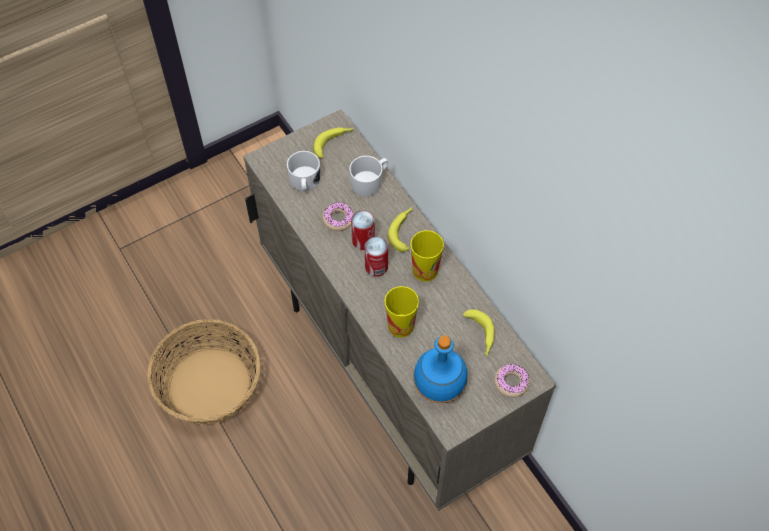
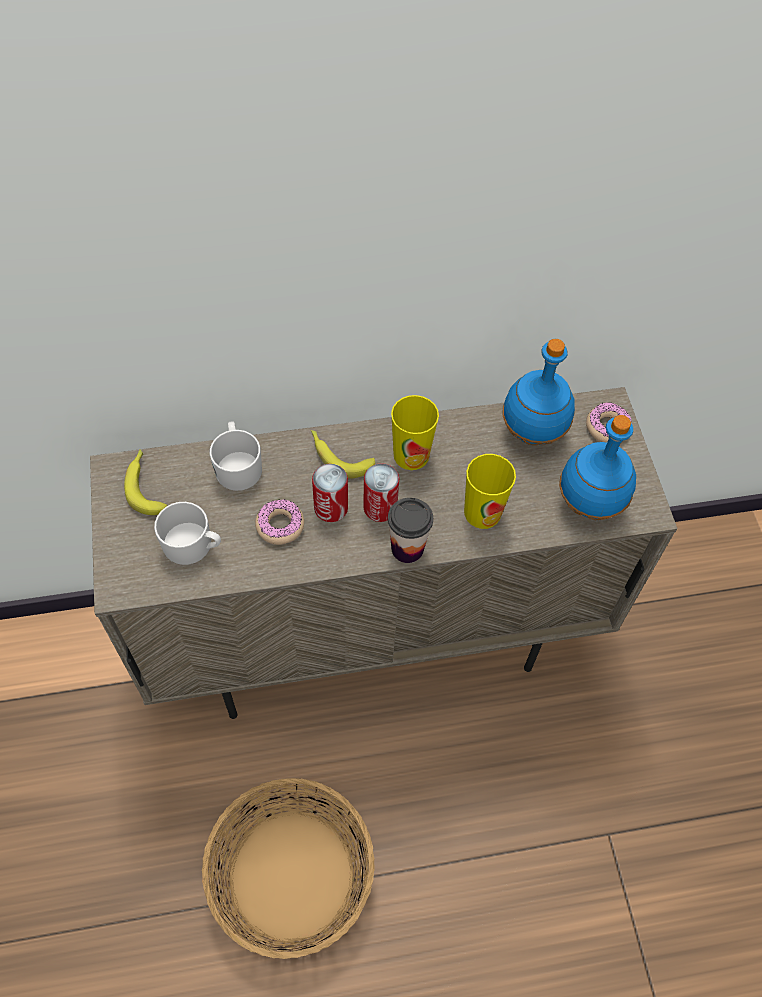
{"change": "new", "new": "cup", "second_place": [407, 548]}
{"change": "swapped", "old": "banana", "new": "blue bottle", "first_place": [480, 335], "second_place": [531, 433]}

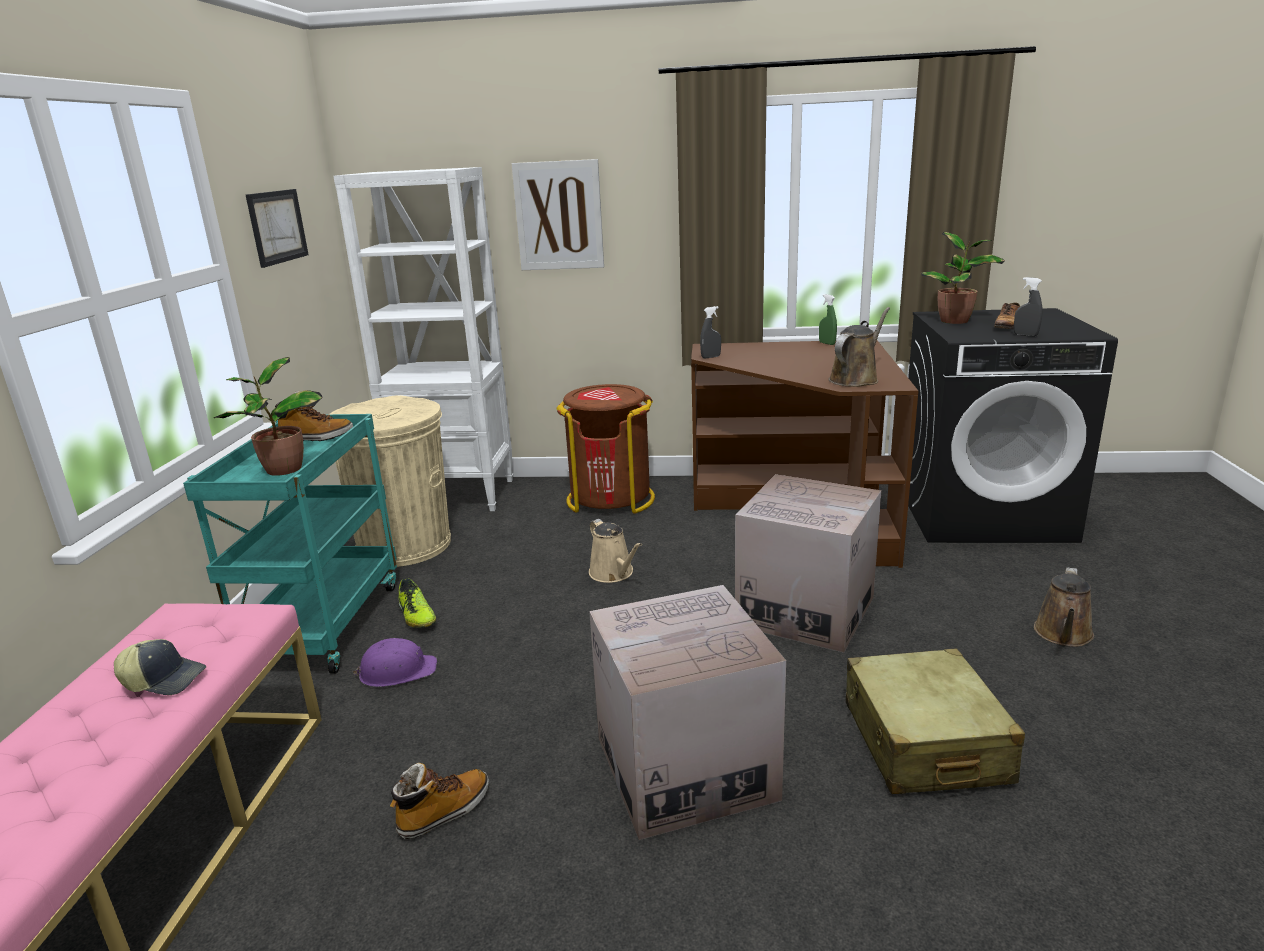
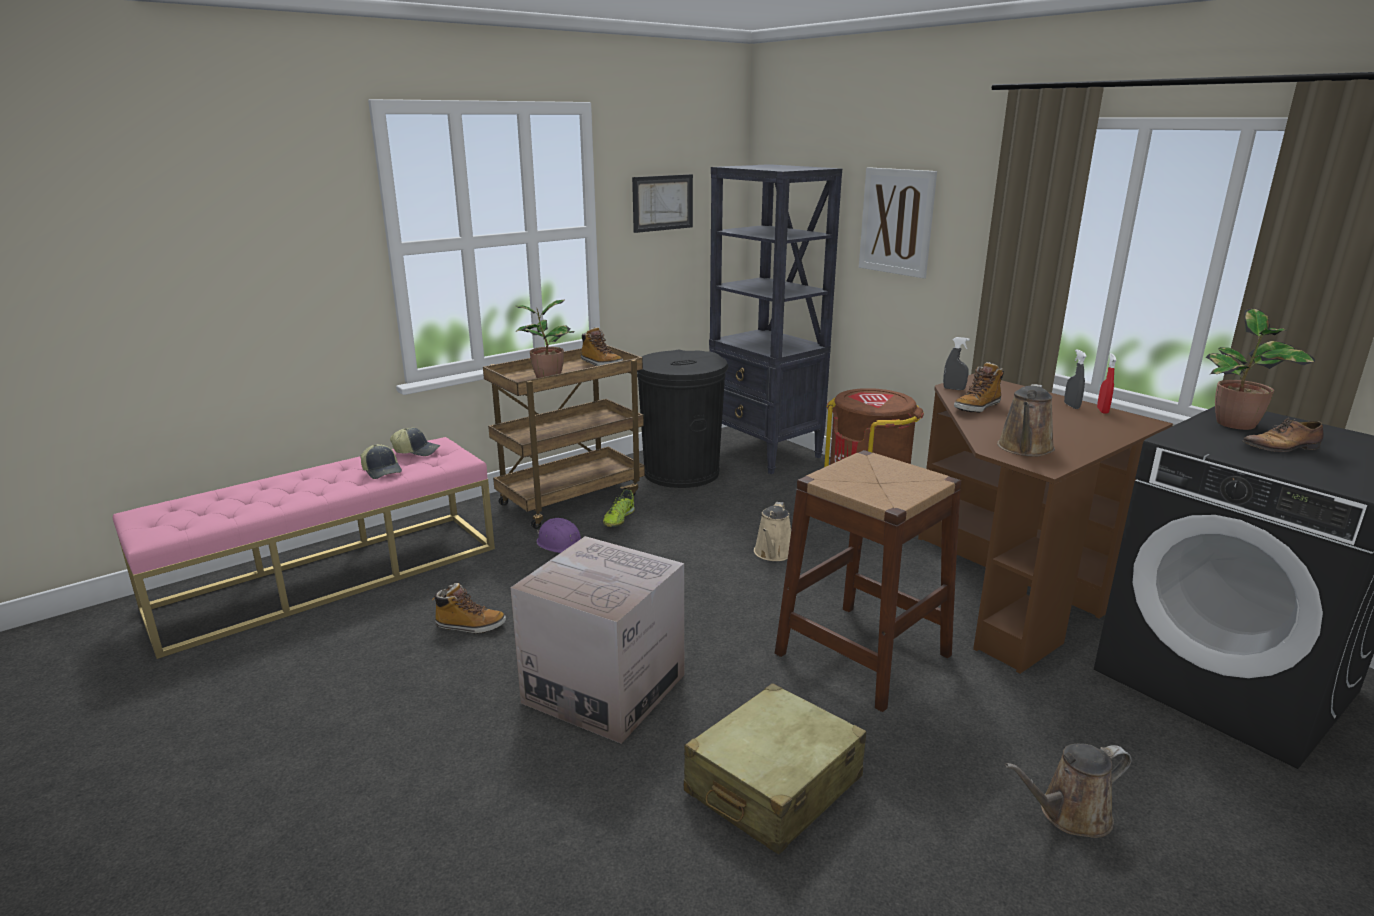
{"change": "new", "new": "cap", "second_place": [417, 451]}
{"change": "repainted", "old": "turquoise cart", "new": "brown cart", "first_place": [324, 623], "second_place": [571, 499]}
{"change": "repainted", "old": "beige trash can", "new": "black trash can", "first_place": [404, 545], "second_place": [681, 472]}
{"change": "repainted", "old": "white bookcase", "new": "black bookcase", "first_place": [456, 495], "second_place": [765, 453]}
{"change": "swapped", "old": "cardboard box", "new": "brown stool", "first_place": [805, 611], "second_place": [862, 654]}
{"change": "new", "new": "boot", "second_place": [977, 407]}
{"change": "rotated", "old": "brown watering can", "first_place": [856, 379], "second_place": [1024, 449], "degrees": 120}
{"change": "shifted", "old": "grey spray bottle", "first_place": [1025, 335], "second_place": [1071, 406]}
{"change": "repainted", "old": "green spray bottle", "new": "red spray bottle", "first_place": [827, 343], "second_place": [1102, 410]}

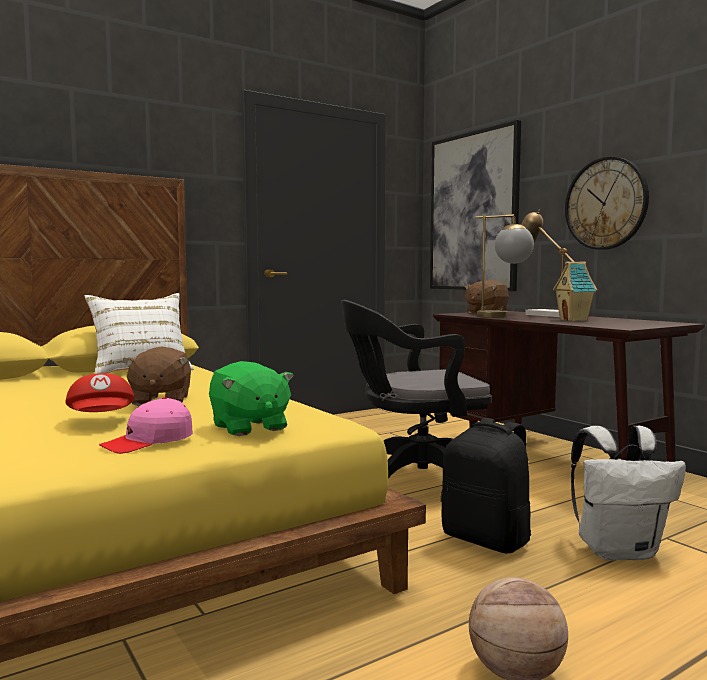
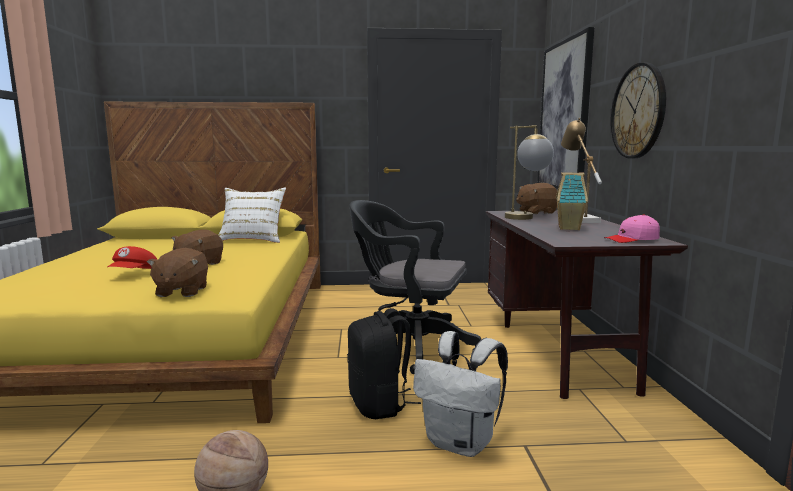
{"change": "repainted", "old": "green plush toy", "new": "brown plush toy", "first_place": [248, 427], "second_place": [181, 291]}
{"change": "shifted", "old": "pink cap", "first_place": [149, 442], "second_place": [632, 239]}

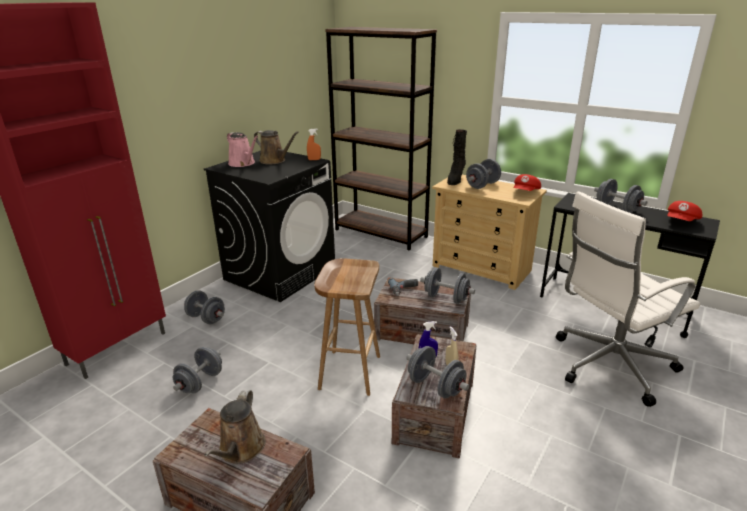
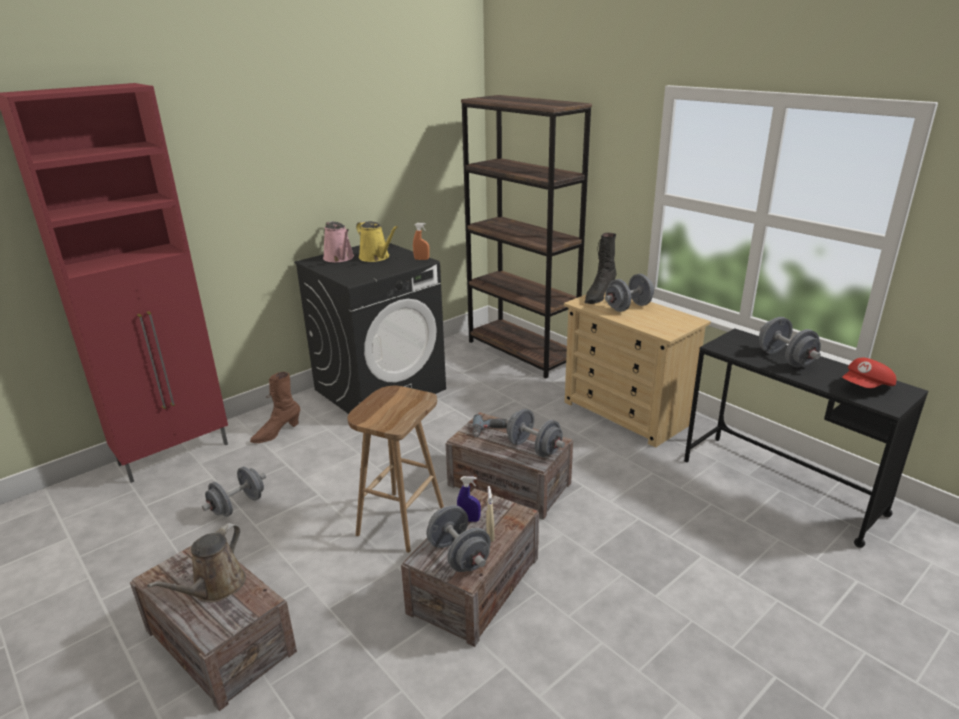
{"change": "swapped", "old": "grey dumbbell", "new": "brown boot", "first_place": [206, 318], "second_place": [276, 433]}
{"change": "repainted", "old": "brown watering can", "new": "yellow watering can", "first_place": [274, 161], "second_place": [376, 257]}
{"change": "gone", "old": "red cap", "first_place": [526, 192]}
{"change": "gone", "old": "white office chair", "first_place": [609, 365]}

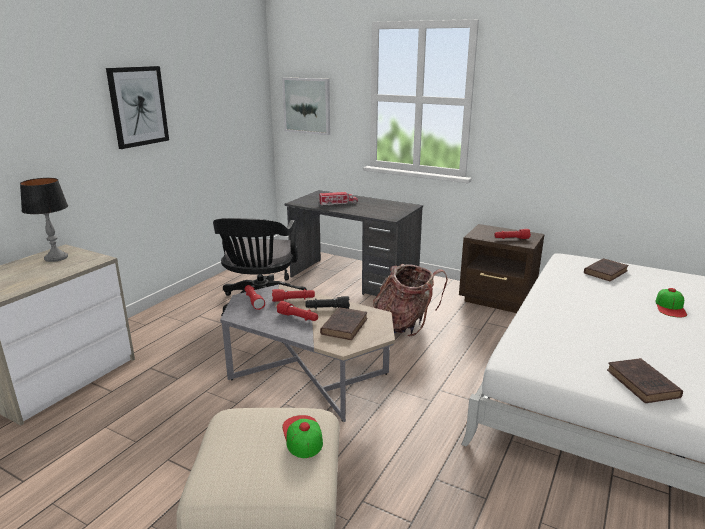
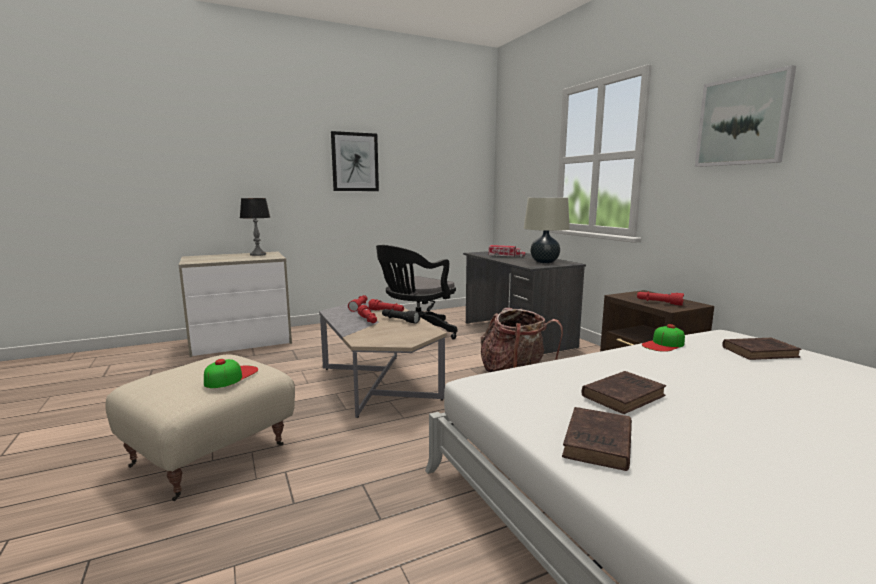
{"change": "new", "new": "beige table lamp", "second_place": [544, 262]}
{"change": "shifted", "old": "brown book", "first_place": [345, 325], "second_place": [624, 395]}
{"change": "shifted", "old": "cap", "first_place": [670, 307], "second_place": [664, 344]}
{"change": "shifted", "old": "picture", "first_place": [307, 105], "second_place": [742, 121]}

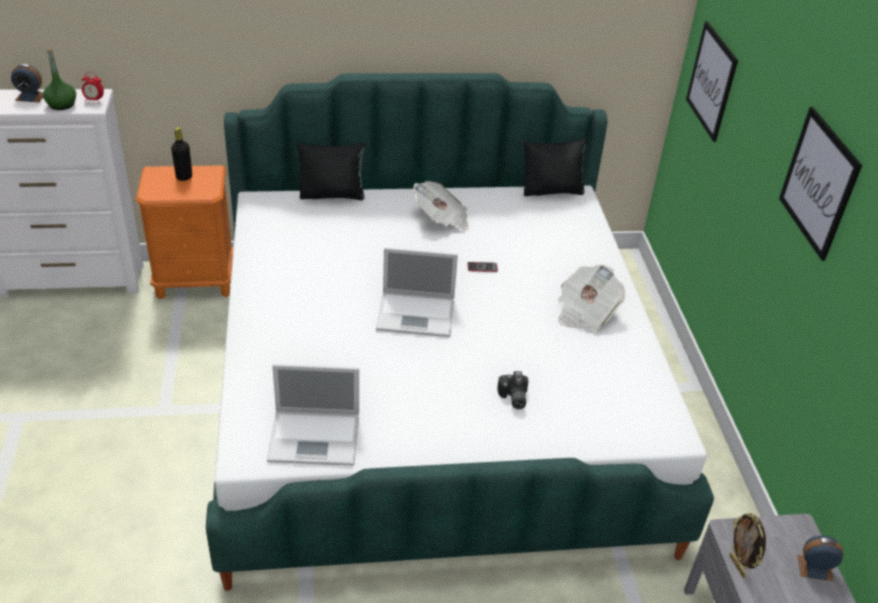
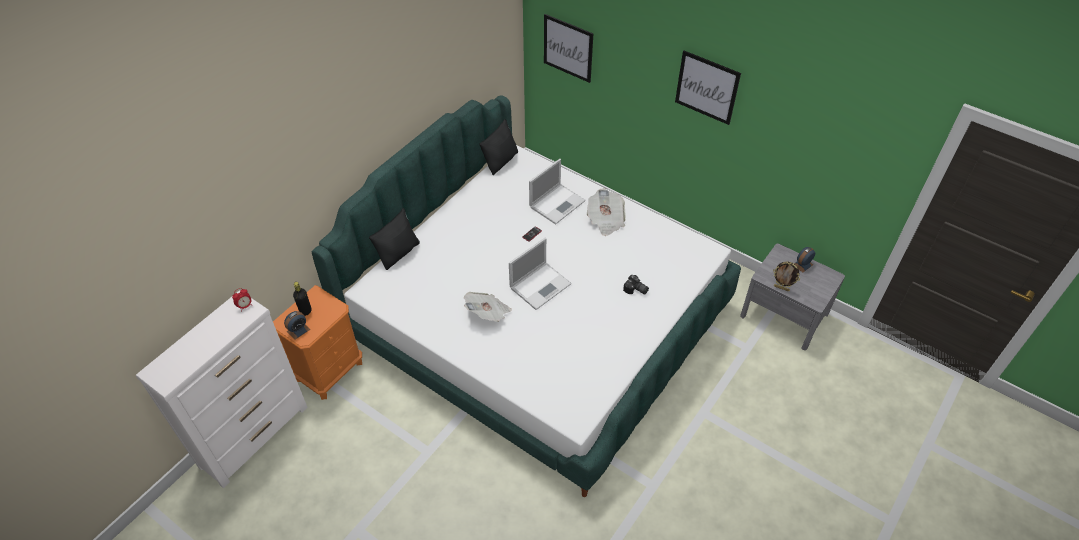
{"change": "shifted", "old": "alarm clock", "first_place": [30, 97], "second_place": [298, 330]}
{"change": "shifted", "old": "newspaper", "first_place": [442, 219], "second_place": [488, 313]}
{"change": "shifted", "old": "laptop", "first_place": [316, 437], "second_place": [557, 203]}
{"change": "gone", "old": "green bottle", "first_place": [61, 105]}

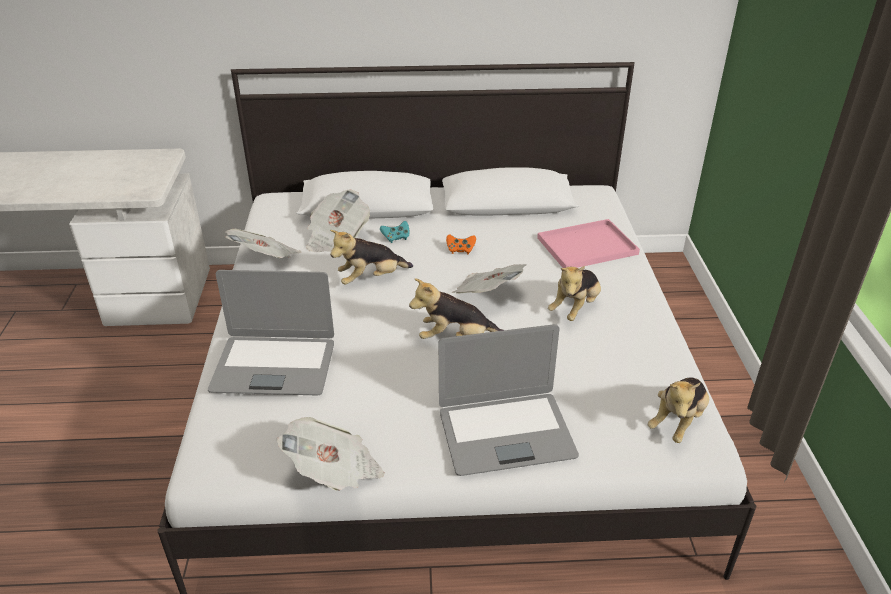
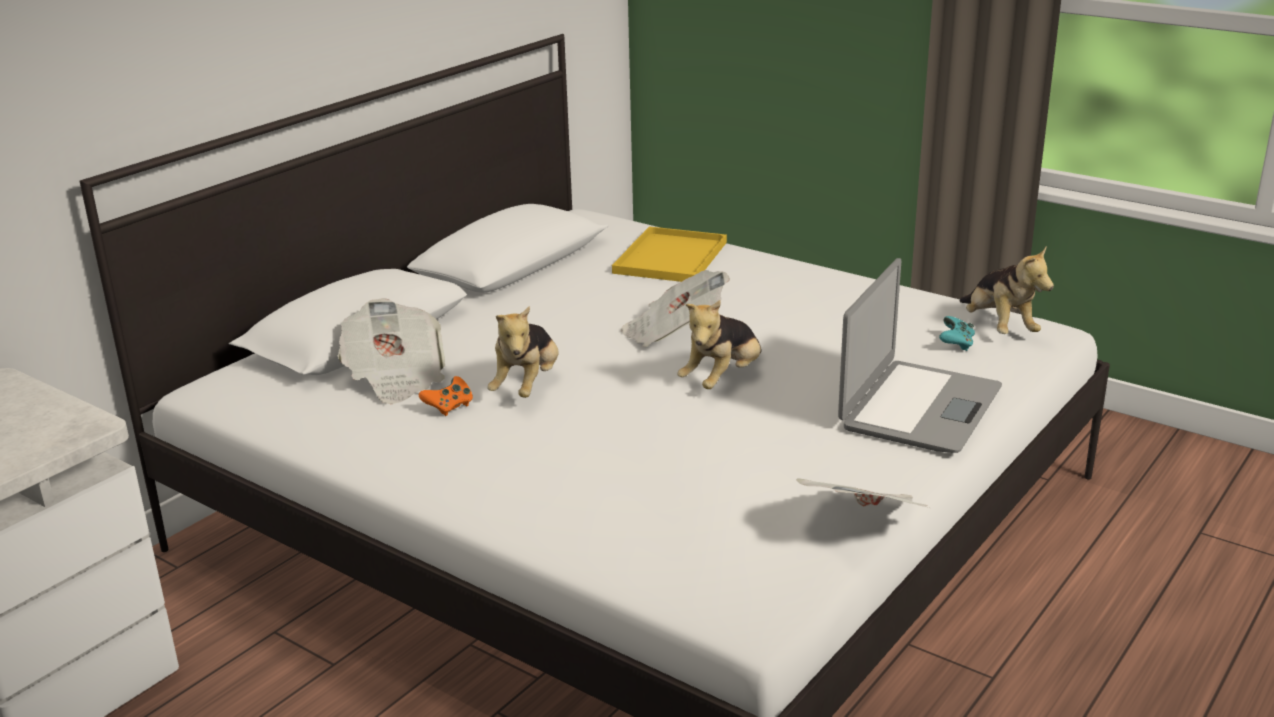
{"change": "shifted", "old": "orange game controller", "first_place": [460, 250], "second_place": [449, 407]}
{"change": "repainted", "old": "pink tray", "new": "yellow tray", "first_place": [586, 247], "second_place": [671, 258]}
{"change": "shifted", "old": "turquoise game controller", "first_place": [396, 238], "second_place": [956, 344]}
{"change": "gone", "old": "laptop", "first_place": [274, 366]}
{"change": "gone", "old": "newspaper", "first_place": [266, 259]}
{"change": "gone", "old": "plush toy", "first_place": [575, 308]}

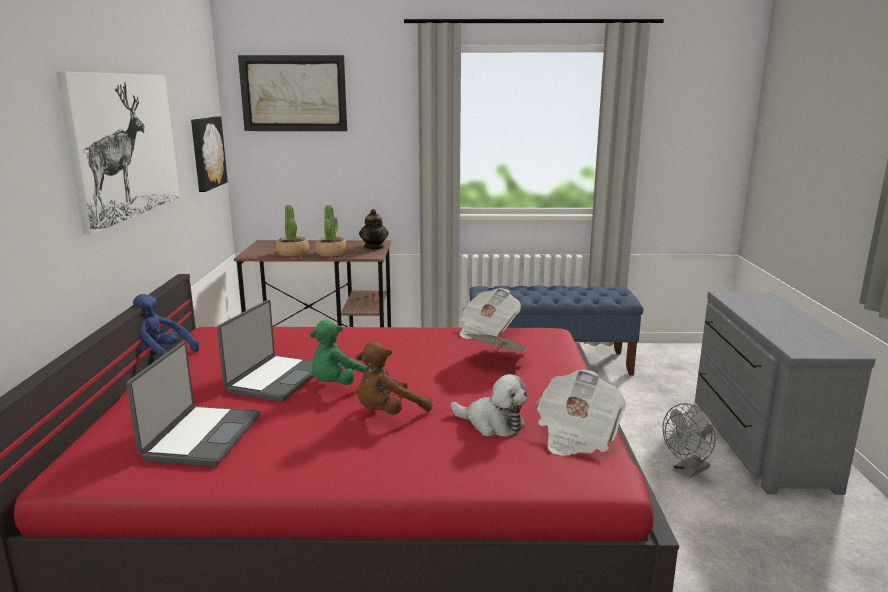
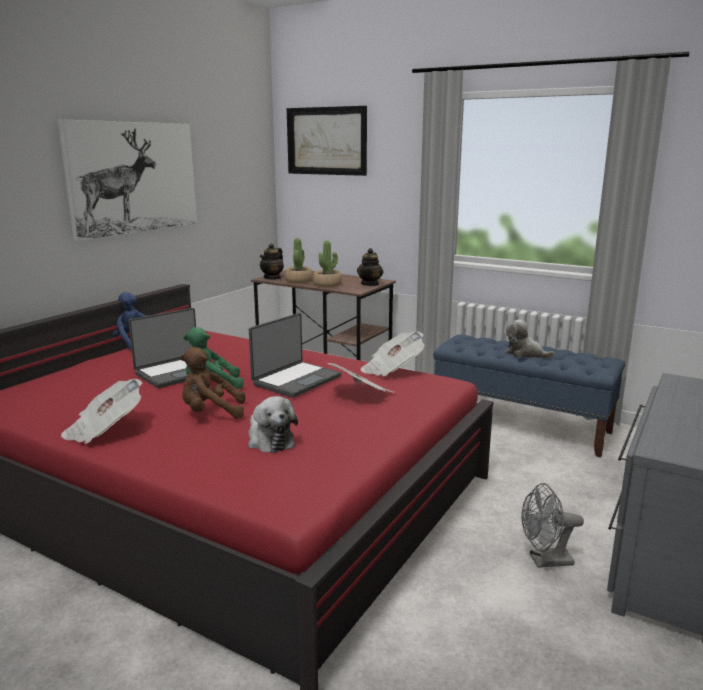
{"change": "shifted", "old": "newspaper", "first_place": [576, 435], "second_place": [104, 430]}
{"change": "shifted", "old": "laptop", "first_place": [201, 437], "second_place": [295, 380]}
{"change": "new", "new": "teapot", "second_place": [272, 278]}
{"change": "new", "new": "plush toy", "second_place": [525, 354]}
{"change": "gone", "old": "picture", "first_place": [206, 153]}

